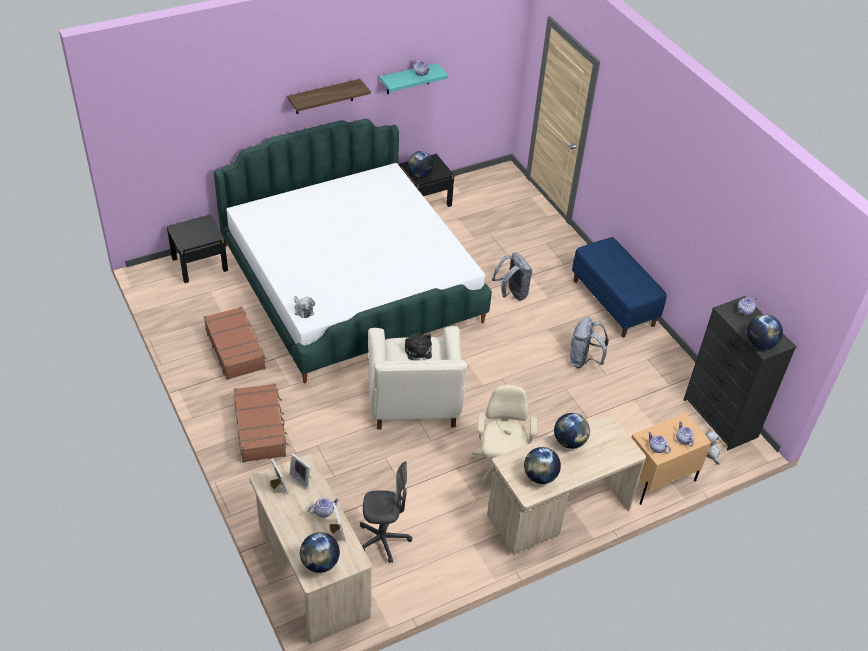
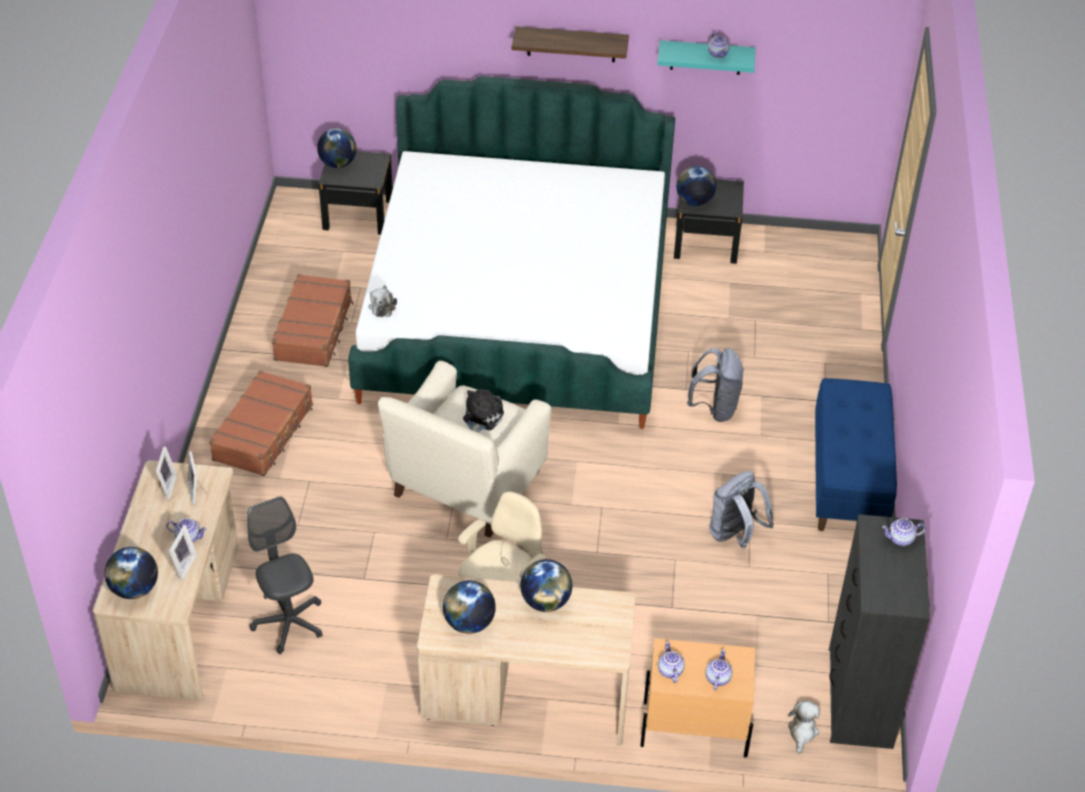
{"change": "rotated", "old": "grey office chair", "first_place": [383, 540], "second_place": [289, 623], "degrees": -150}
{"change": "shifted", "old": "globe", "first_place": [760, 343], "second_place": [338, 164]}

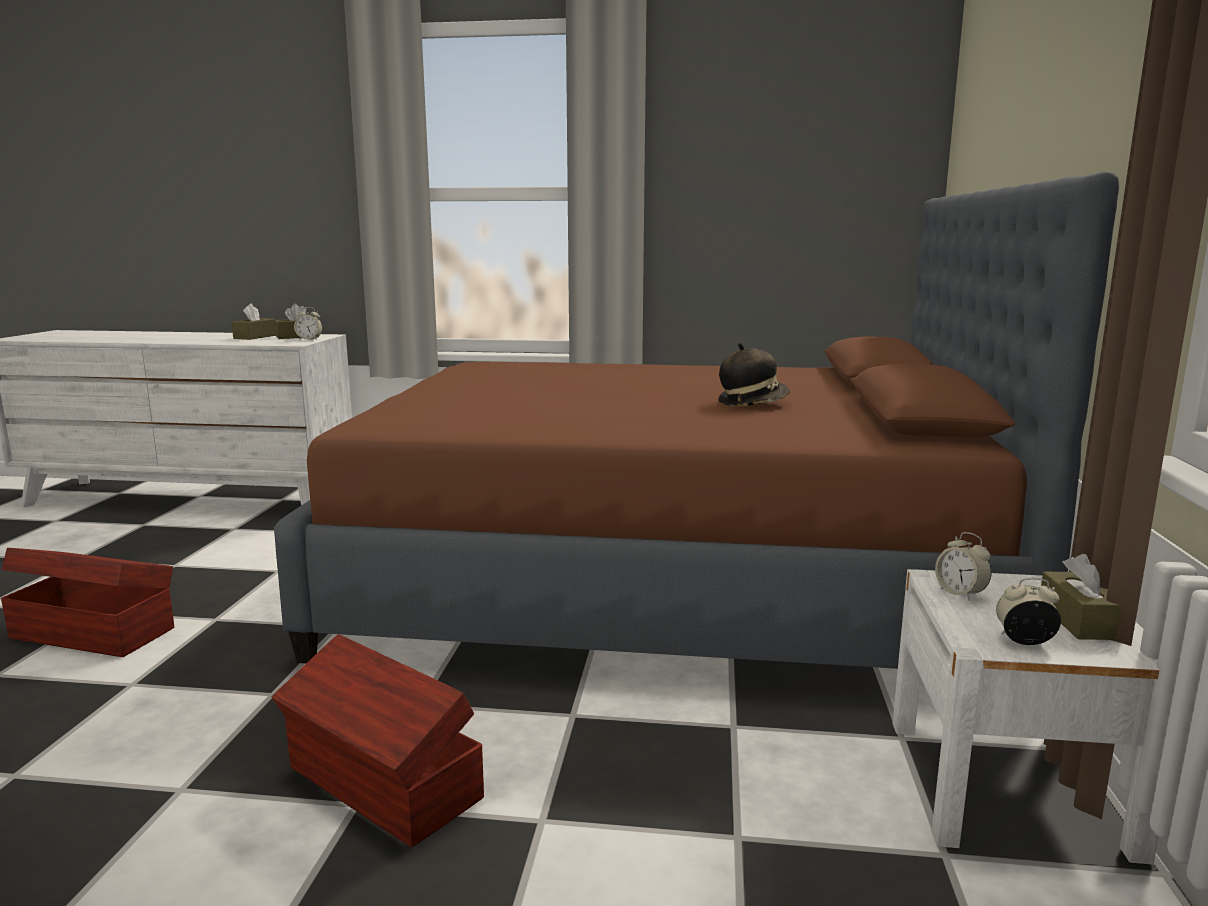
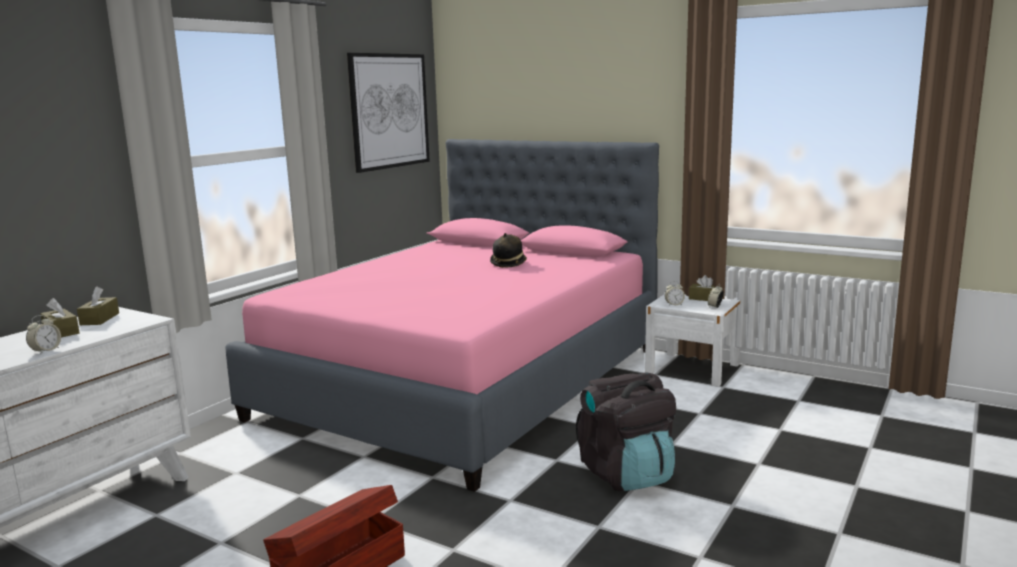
{"change": "shifted", "old": "alarm clock", "first_place": [309, 340], "second_place": [46, 351]}
{"change": "repainted", "old": "brown bed", "new": "pink bed", "first_place": [664, 578], "second_place": [466, 382]}
{"change": "new", "new": "picture", "second_place": [389, 111]}
{"change": "swapped", "old": "brown storage box", "new": "black backpack", "first_place": [383, 785], "second_place": [626, 474]}

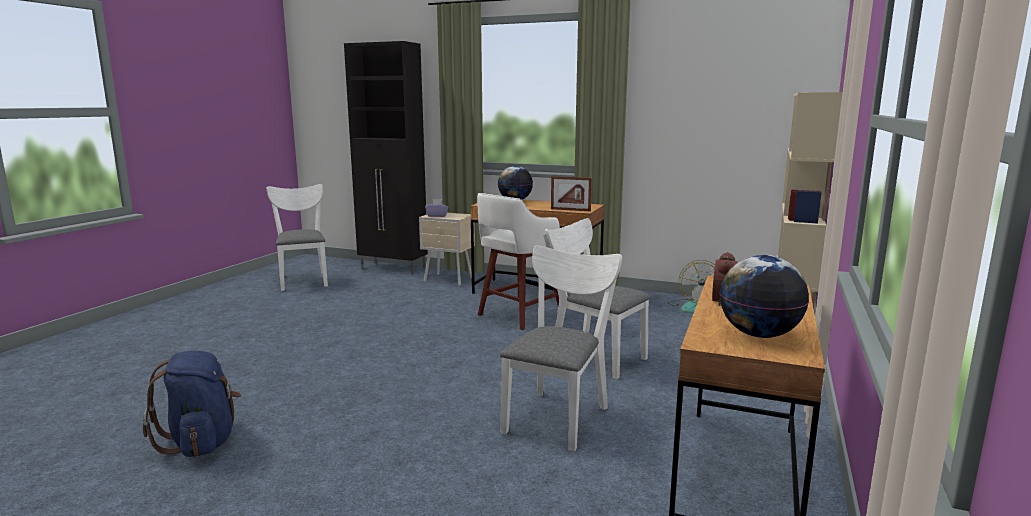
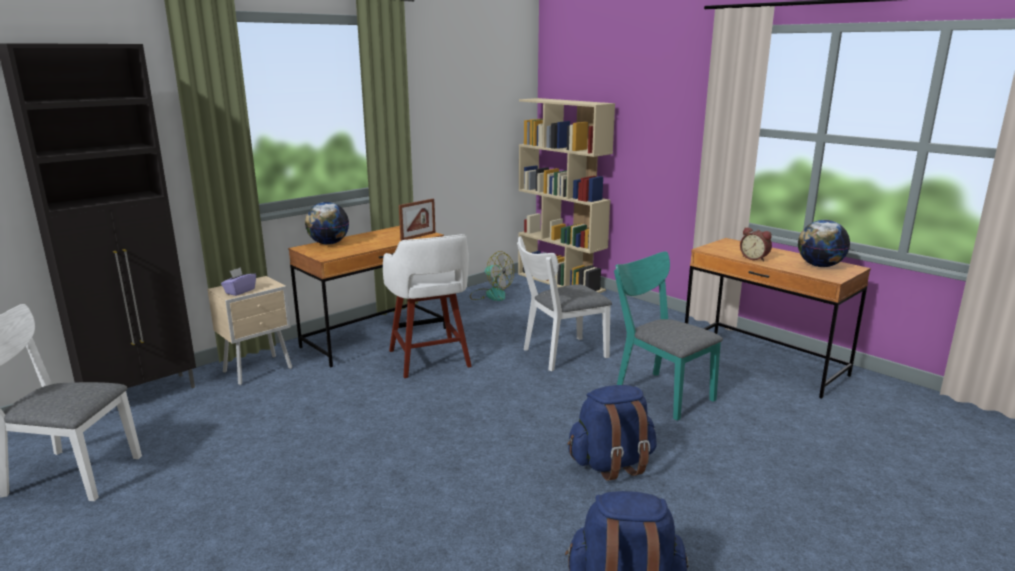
{"change": "new", "new": "blue backpack", "second_place": [611, 464]}
{"change": "repainted", "old": "white chair", "new": "turquoise chair", "first_place": [559, 415], "second_place": [659, 392]}

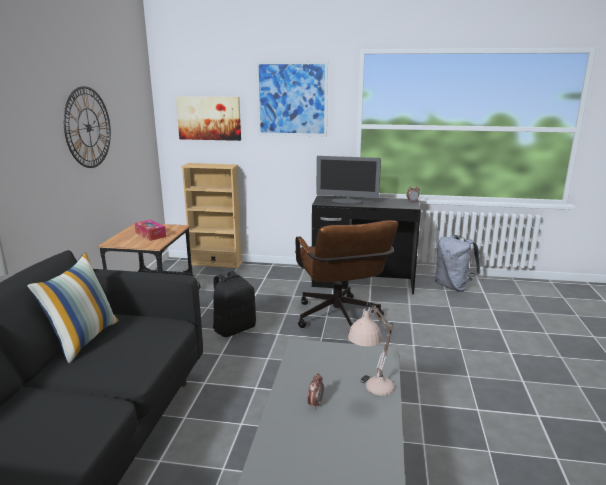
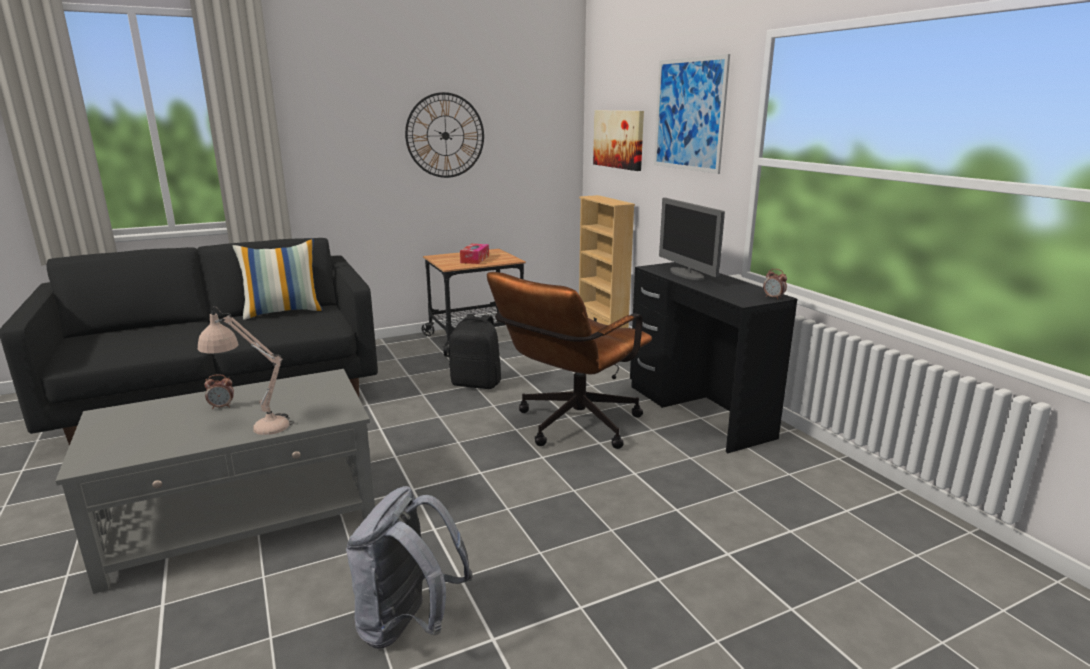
{"change": "shifted", "old": "grey backpack", "first_place": [453, 287], "second_place": [408, 625]}

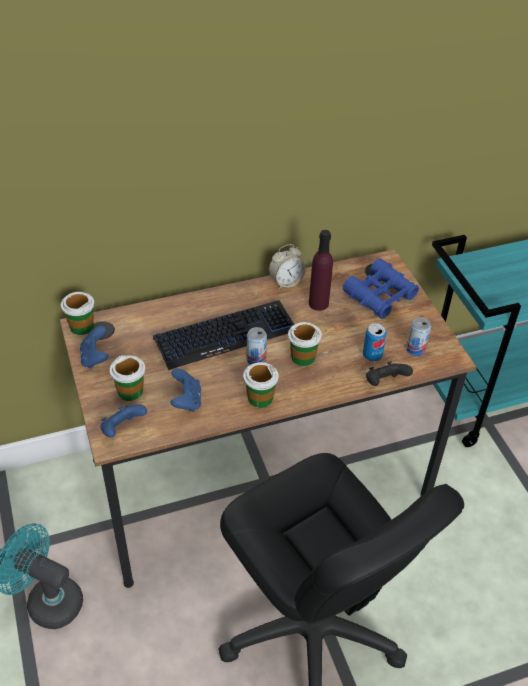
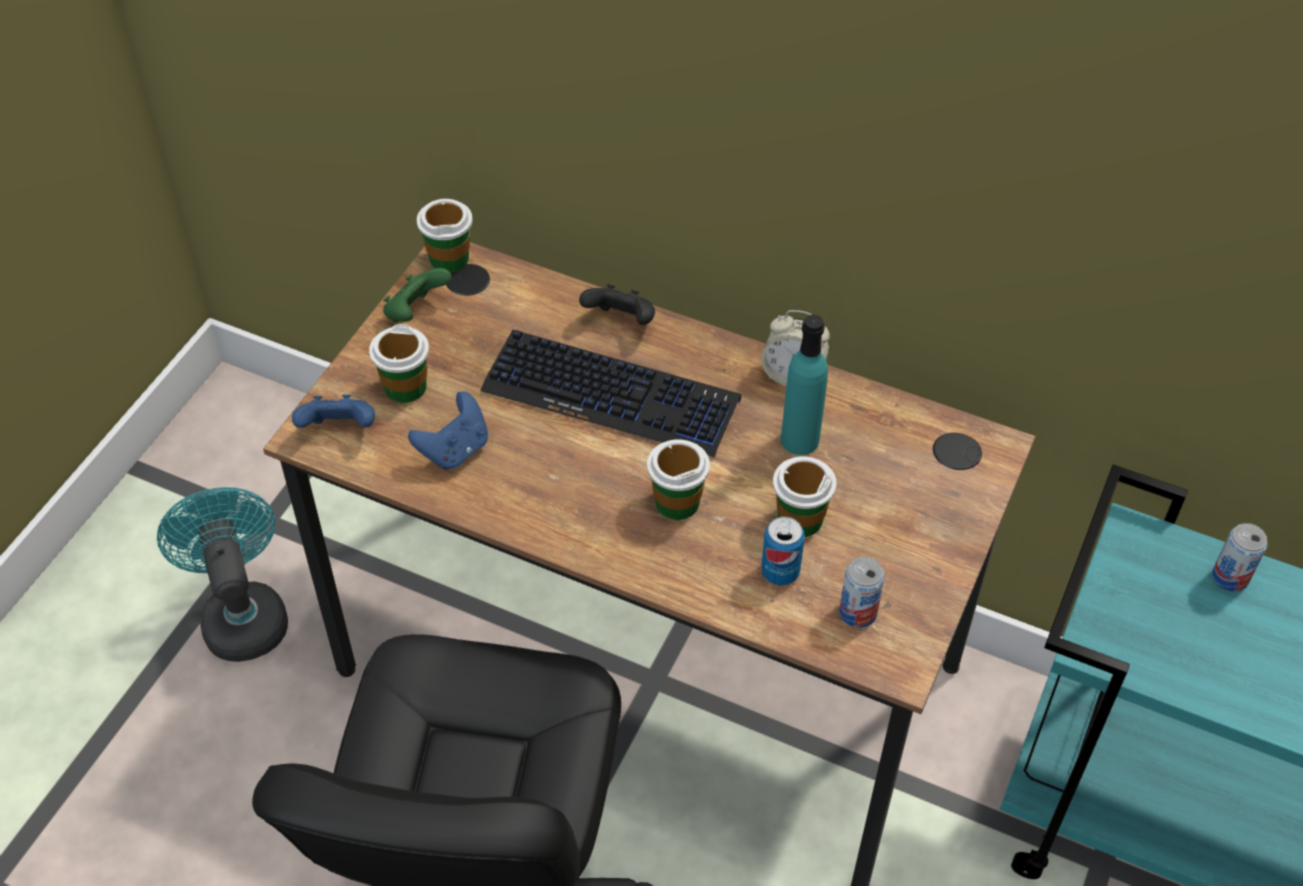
{"change": "repainted", "old": "blue game controller", "new": "green game controller", "first_place": [95, 358], "second_place": [416, 312]}
{"change": "shifted", "old": "black game controller", "first_place": [384, 383], "second_place": [621, 321]}
{"change": "shifted", "old": "cup", "first_place": [260, 398], "second_place": [799, 519]}
{"change": "repainted", "old": "purple bottle", "new": "turquoise bottle", "first_place": [318, 303], "second_place": [800, 440]}
{"change": "shifted", "old": "can", "first_place": [256, 359], "second_place": [1230, 577]}
{"change": "gone", "old": "blue binoculars", "first_place": [380, 295]}

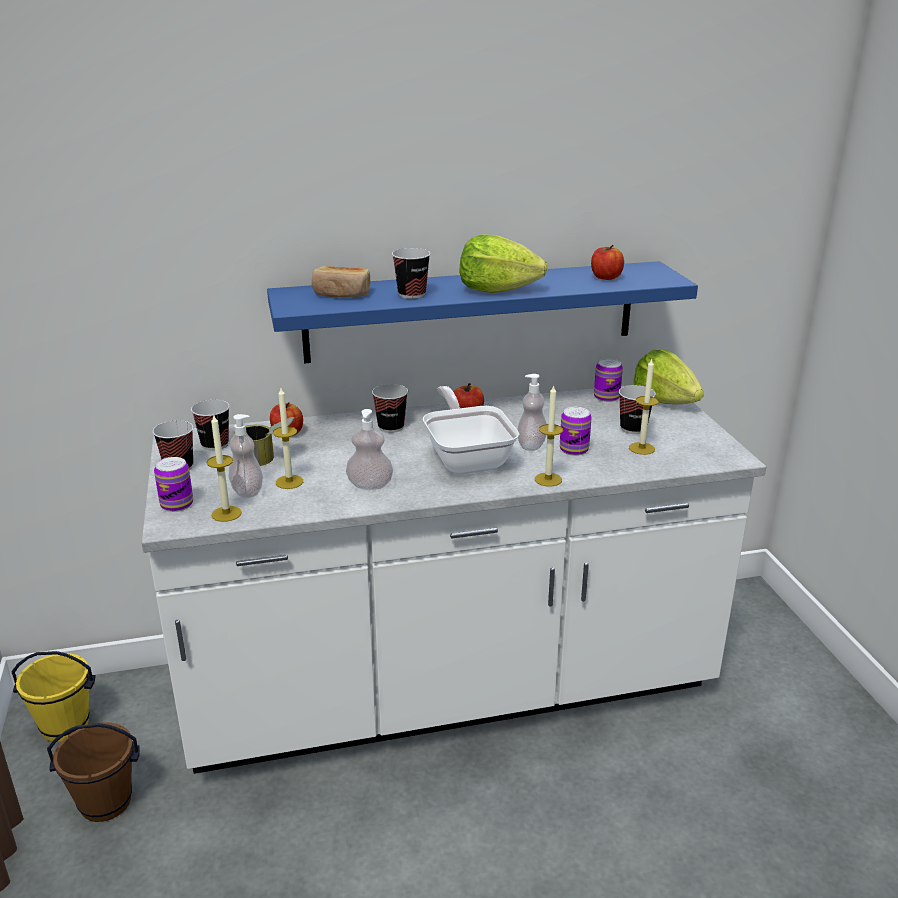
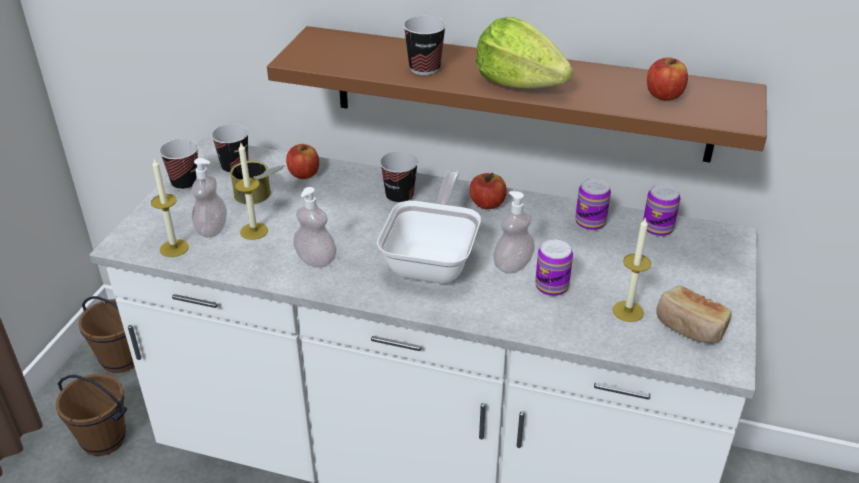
{"change": "repainted", "old": "yellow bucket", "new": "brown bucket", "first_place": [65, 725], "second_place": [122, 359]}
{"change": "repainted", "old": "blue shelf", "new": "brown shelf", "first_place": [471, 311], "second_place": [519, 94]}
{"change": "shifted", "old": "can", "first_place": [177, 504], "second_place": [590, 222]}
{"change": "shifted", "old": "bread", "first_place": [342, 294], "second_place": [690, 327]}
{"change": "gone", "old": "candle", "first_place": [548, 479]}
{"change": "gone", "old": "cup", "first_place": [633, 428]}
{"change": "gone", "old": "lettuce", "first_place": [665, 400]}

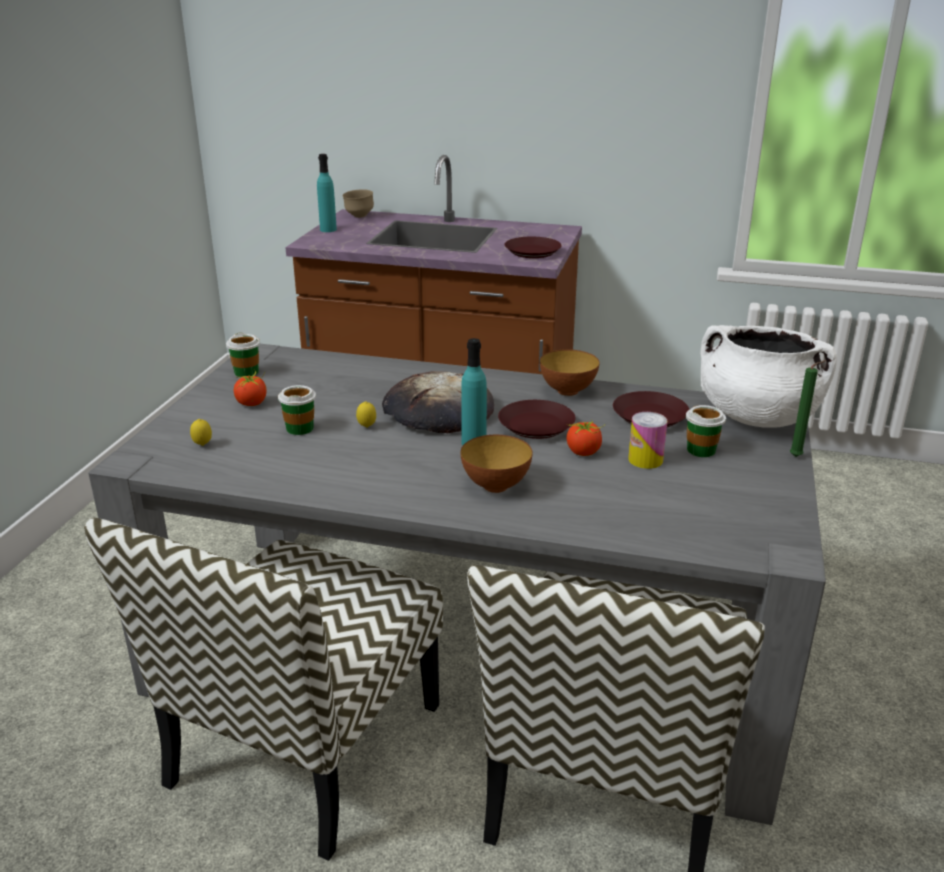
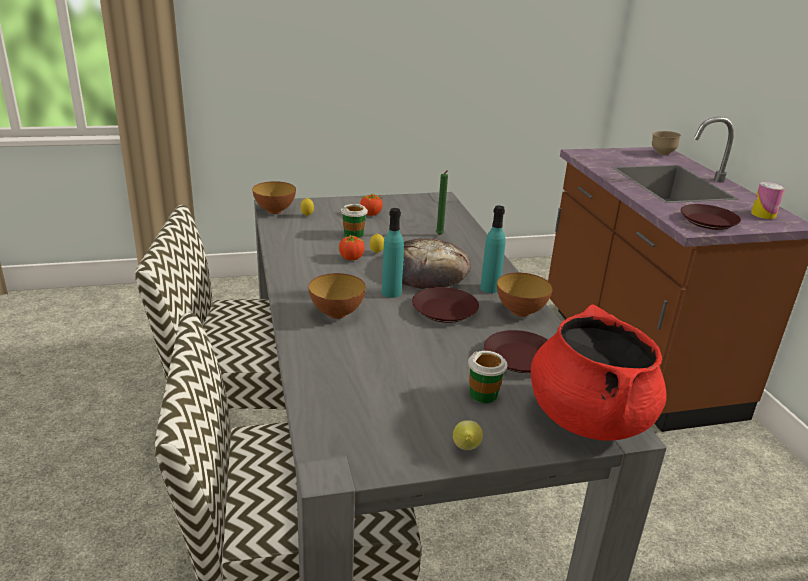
{"change": "new", "new": "bowl", "second_place": [275, 211]}
{"change": "shifted", "old": "tomato", "first_place": [583, 452], "second_place": [351, 258]}
{"change": "shifted", "old": "green candle", "first_place": [798, 457], "second_place": [440, 235]}
{"change": "new", "new": "lemon", "second_place": [466, 449]}
{"change": "shifted", "old": "turquoise bottle", "first_place": [328, 230], "second_place": [489, 288]}
{"change": "repainted", "old": "white cooking pot", "new": "red cooking pot", "first_place": [757, 417], "second_place": [588, 417]}
{"change": "shifted", "old": "can", "first_place": [645, 460], "second_place": [763, 214]}
{"change": "gone", "old": "cup", "first_place": [246, 372]}

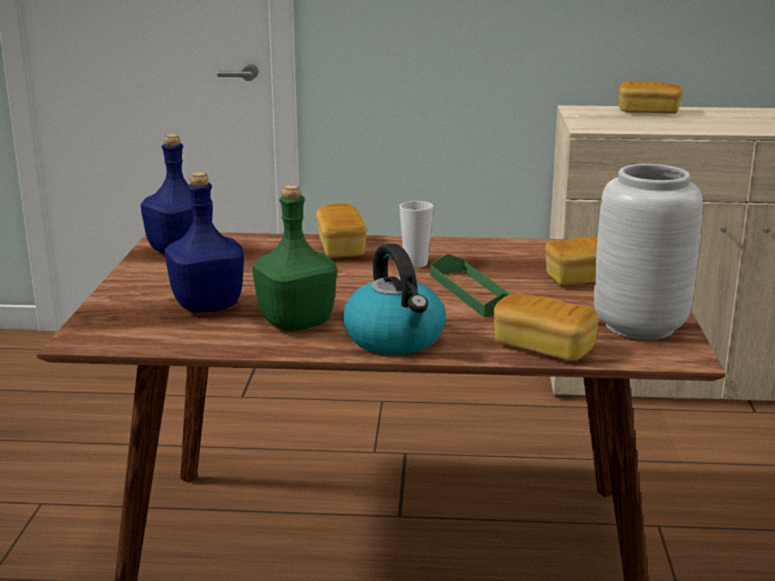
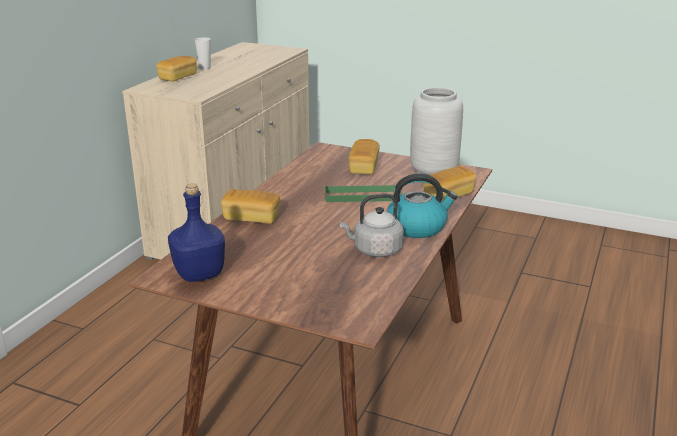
{"change": "shifted", "old": "cup", "first_place": [415, 264], "second_place": [204, 68]}
{"change": "swapped", "old": "green bottle", "new": "grey kettle", "first_place": [295, 322], "second_place": [375, 250]}
{"change": "gone", "old": "blue bottle", "first_place": [209, 305]}

